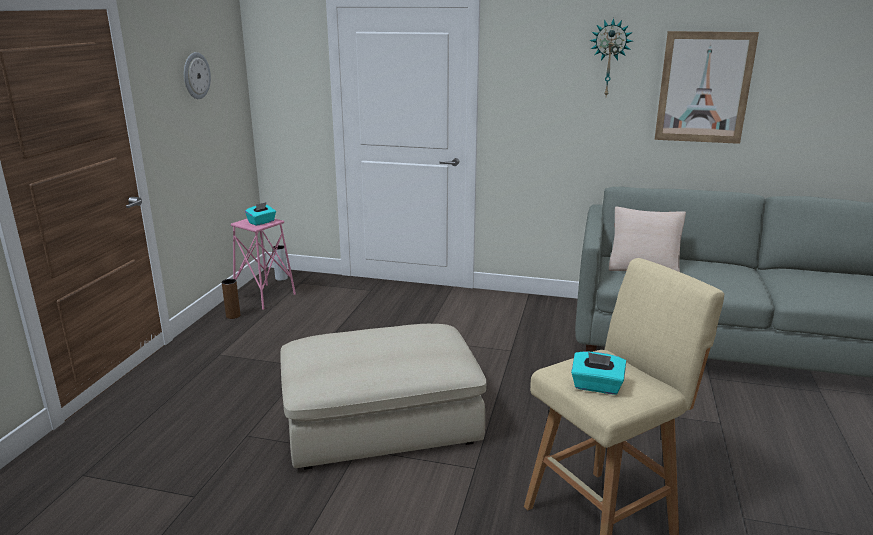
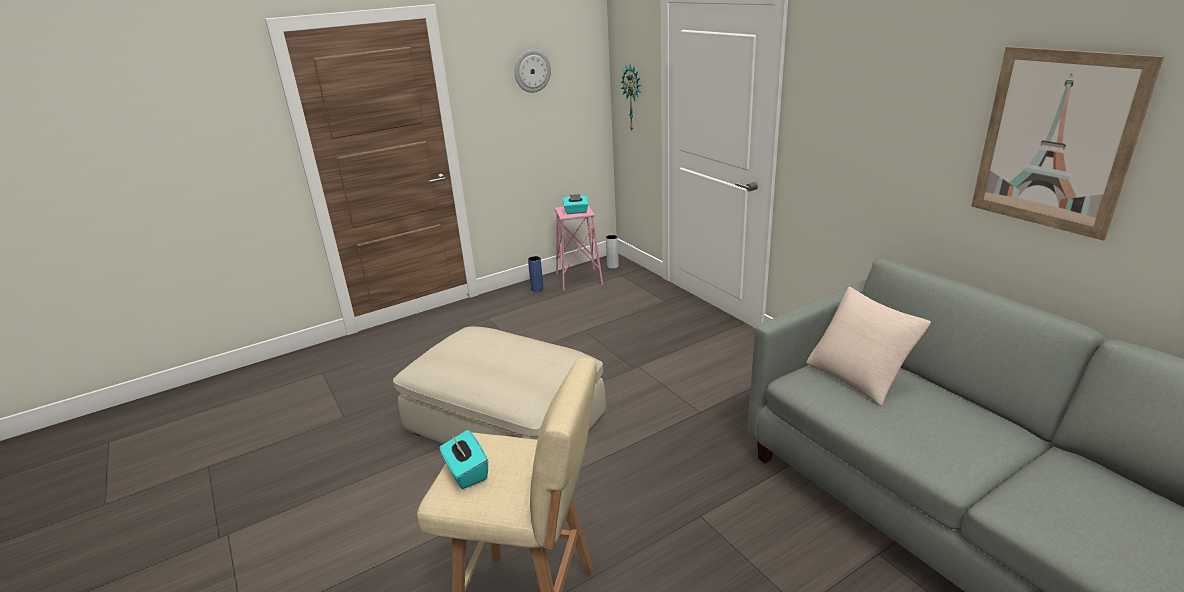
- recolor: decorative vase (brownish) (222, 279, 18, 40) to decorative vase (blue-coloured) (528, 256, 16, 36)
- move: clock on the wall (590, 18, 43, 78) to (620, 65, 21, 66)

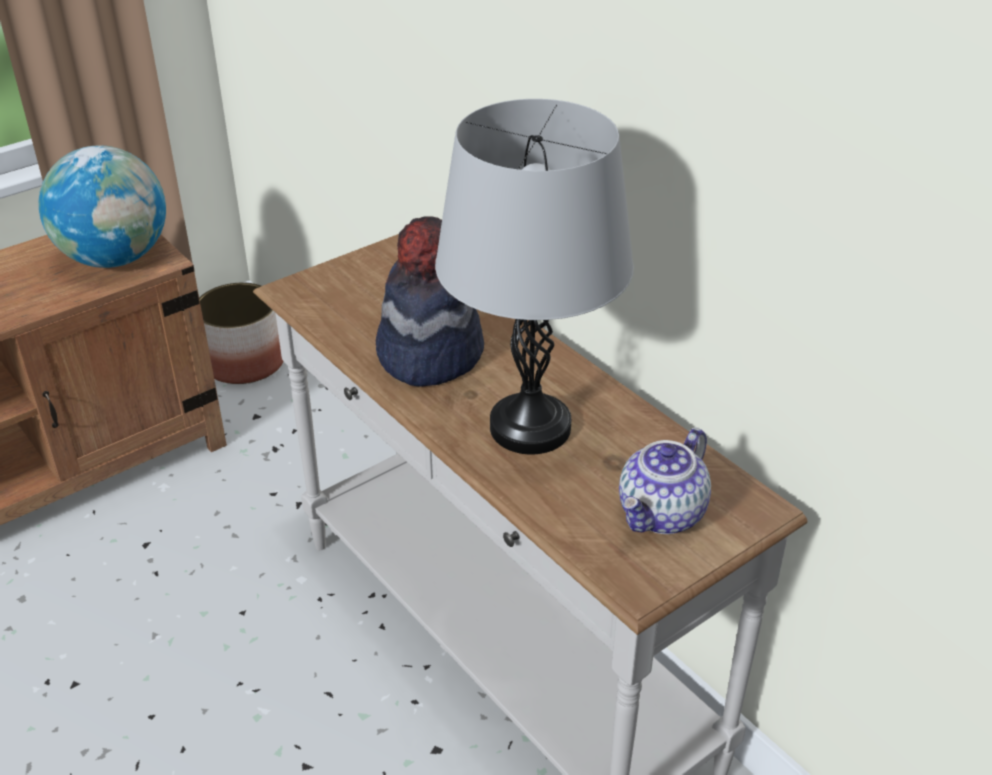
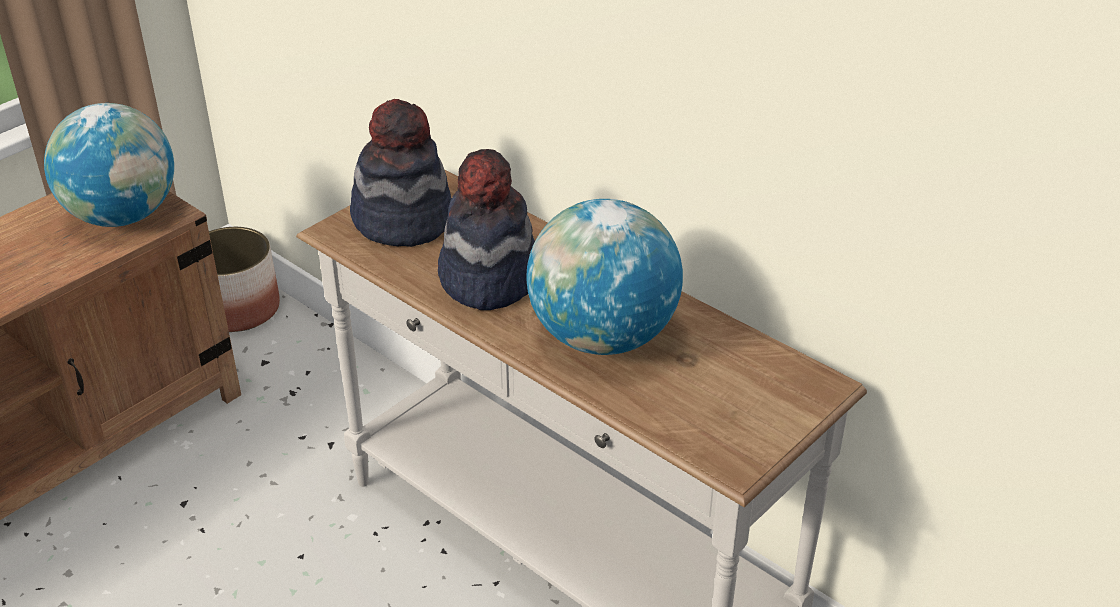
- insert: clothing hat (350, 99, 102, 148)
- replace: lamp for a table (gray) (435, 99, 199, 355) to globe (526, 199, 157, 156)
- delete: teapot (619, 428, 92, 106)

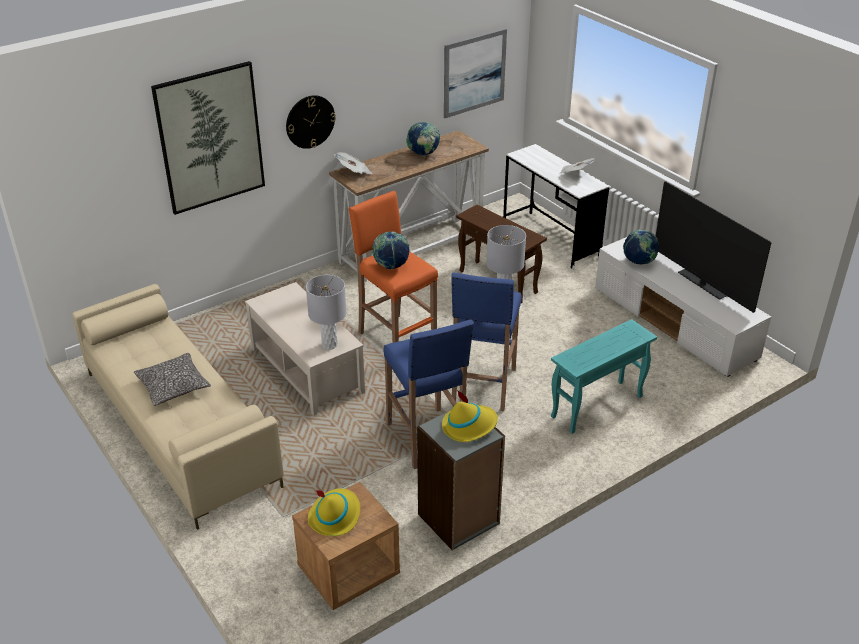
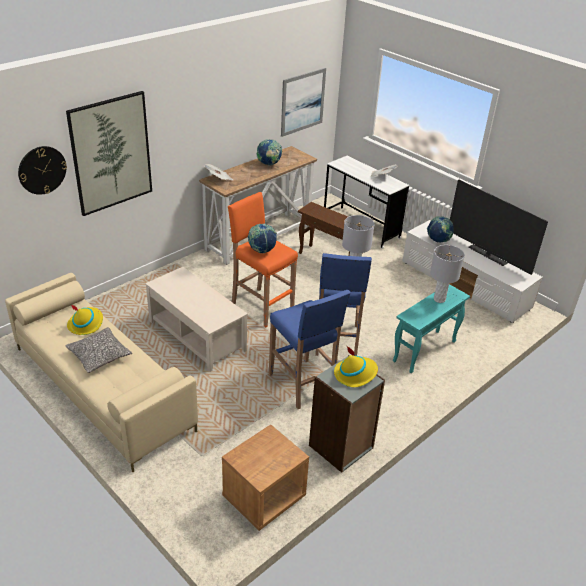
- move: clock on the wall (286, 95, 50, 54) to (18, 146, 49, 49)
- move: clothing hat (yellow) (308, 489, 52, 47) to (67, 305, 36, 30)
- move: lamp for a table (gray) (306, 275, 40, 75) to (430, 245, 35, 58)

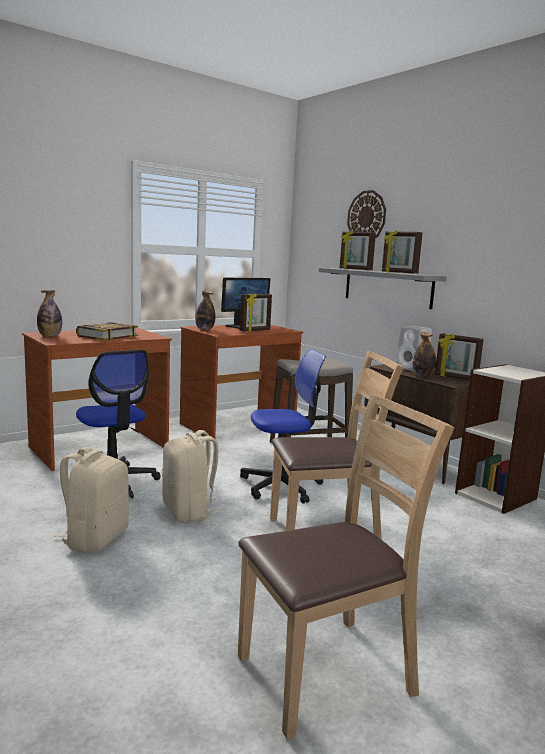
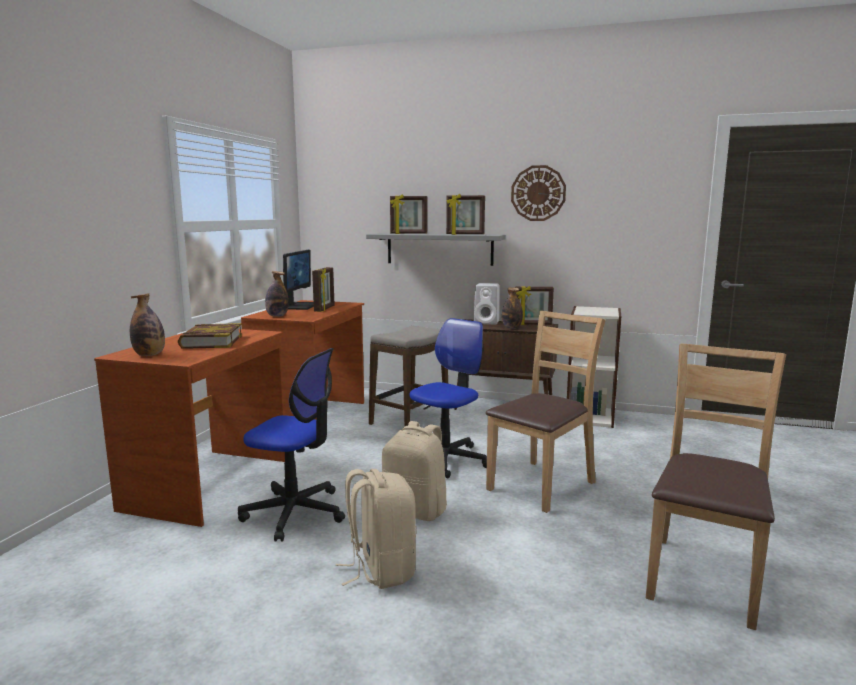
- move: clock on the wall (347, 190, 39, 49) to (511, 165, 55, 56)

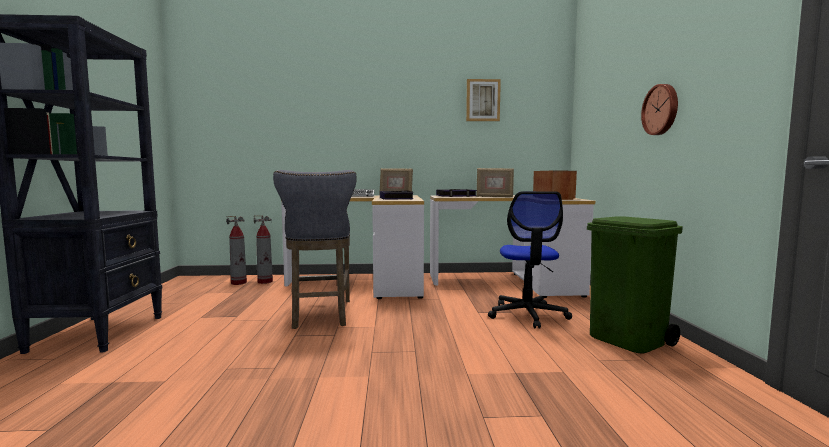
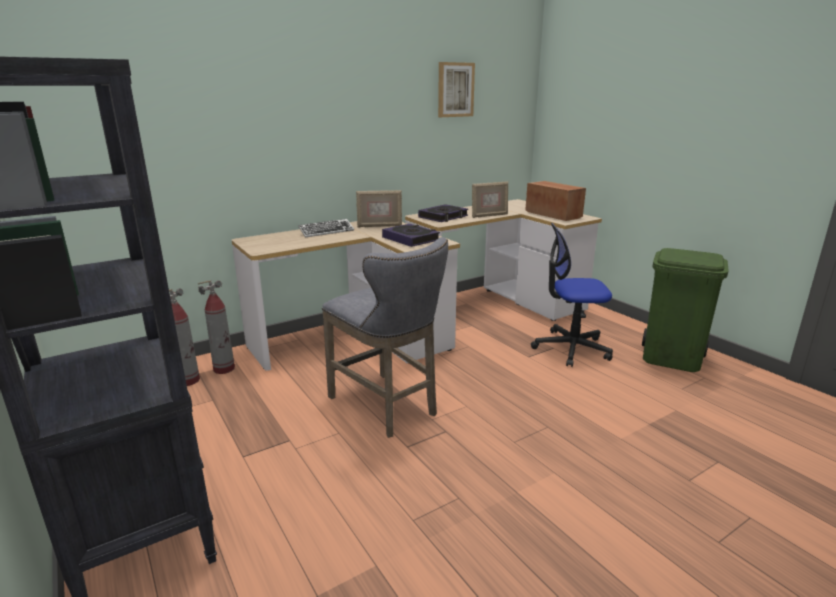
- rotate: desk chair (488, 191, 84, 138) = (531, 223, 82, 144) 120 degrees clockwise
- delete: clock on the wall (641, 84, 37, 51)

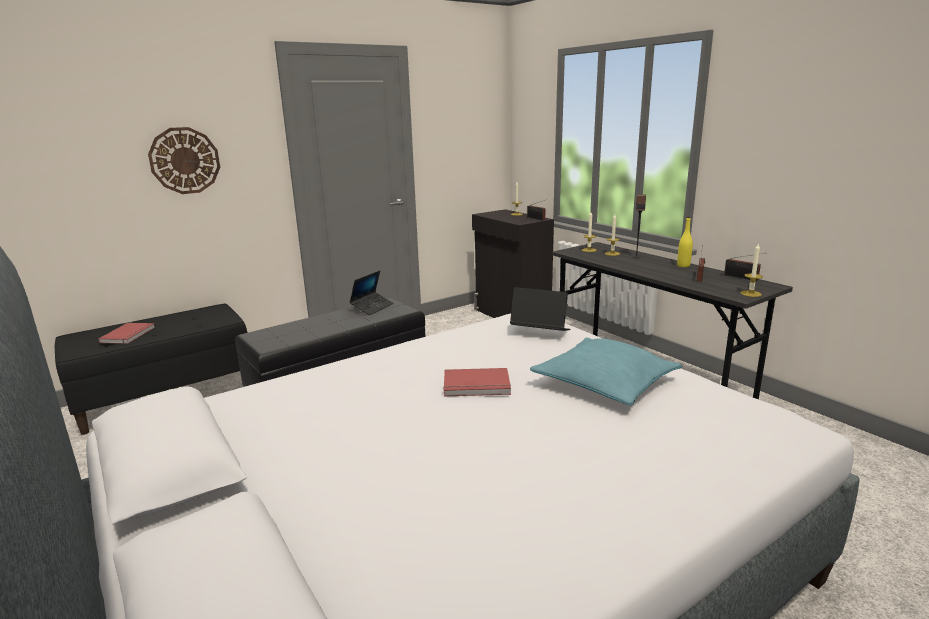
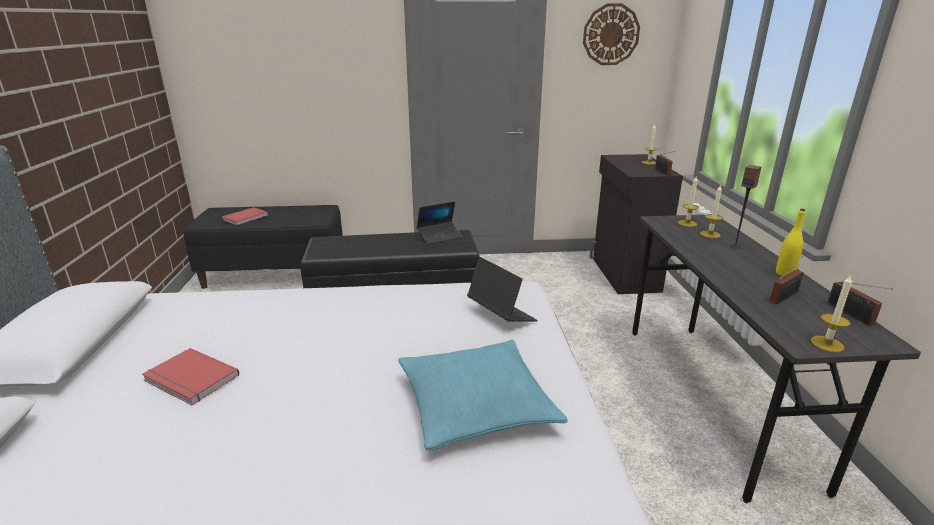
- move: book (reddish) (444, 368, 67, 28) to (142, 348, 97, 57)
- move: clock on the wall (148, 127, 72, 67) to (583, 4, 57, 61)

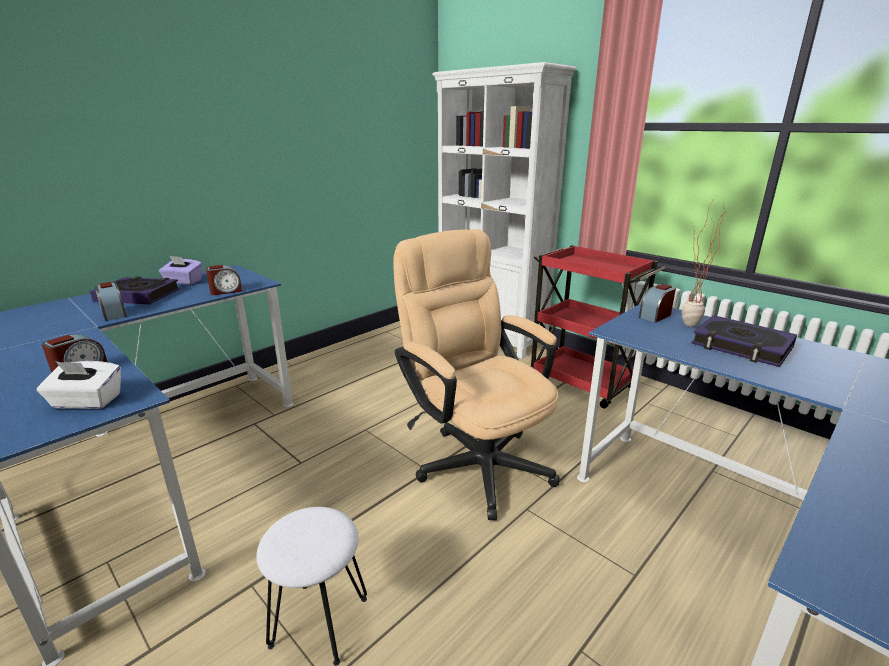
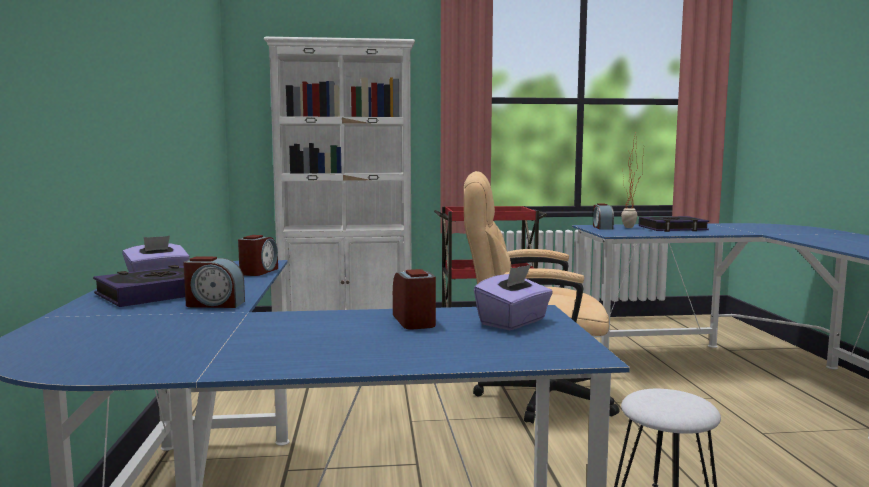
- recolor: tissue box (white) (37, 361, 84, 48) to tissue box (purple-coloured) (474, 264, 79, 66)

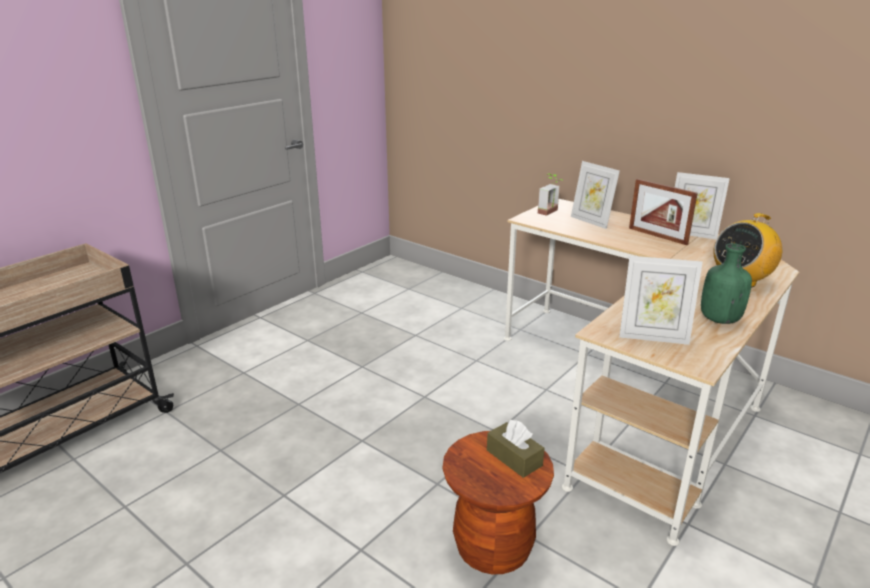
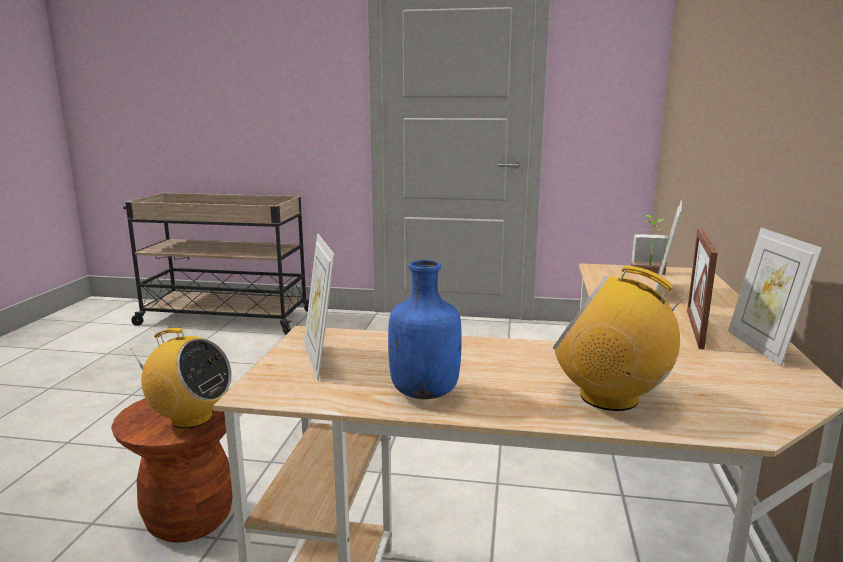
- replace: tissue box (brownish) (487, 420, 58, 58) to radio receiver (130, 328, 102, 100)
- recolor: drink bottle (green-coloured) (701, 243, 51, 81) to drink bottle (blue-coloured) (388, 260, 74, 139)

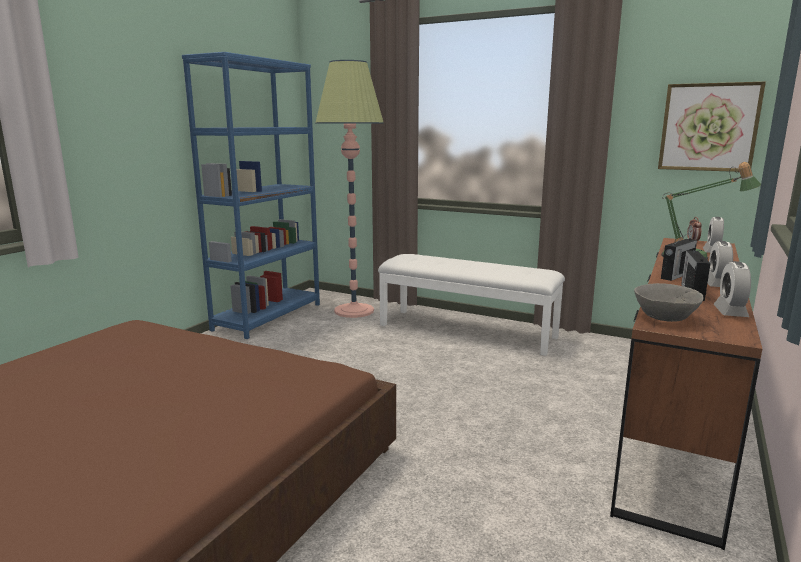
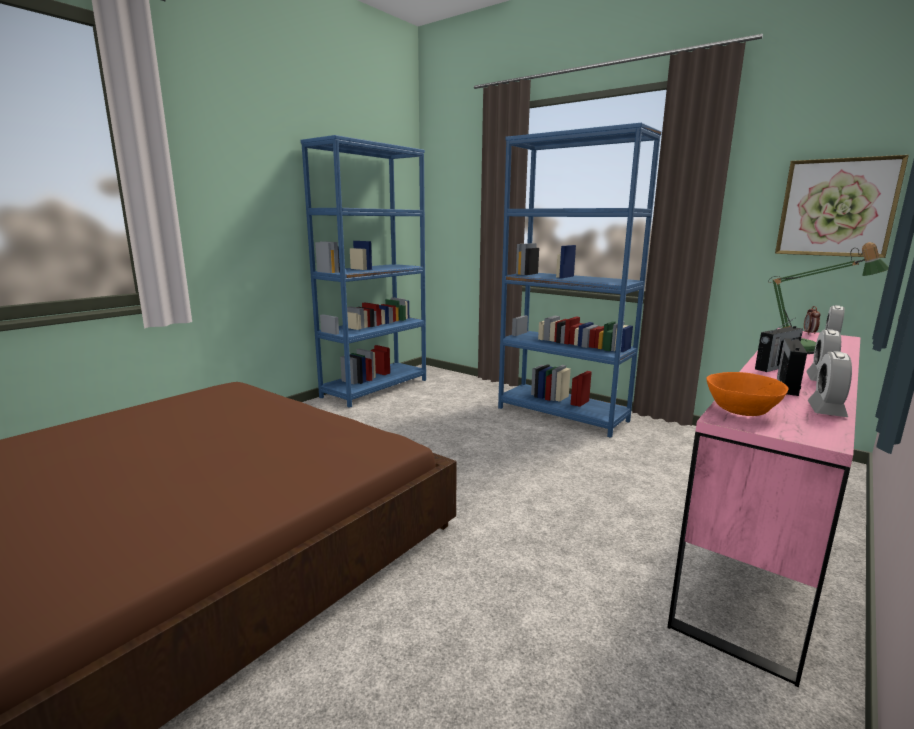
- replace: bench (white) (378, 254, 187, 102) to bookshelf (blue-coloured) (498, 122, 164, 316)
- recolor: dresser (brownish) (610, 238, 152, 312) to dresser (pink) (667, 328, 194, 360)
- recolor: deep dish (gray) (634, 283, 70, 39) to deep dish (orangey) (706, 372, 83, 44)
- delete: floor lamp (315, 60, 69, 258)

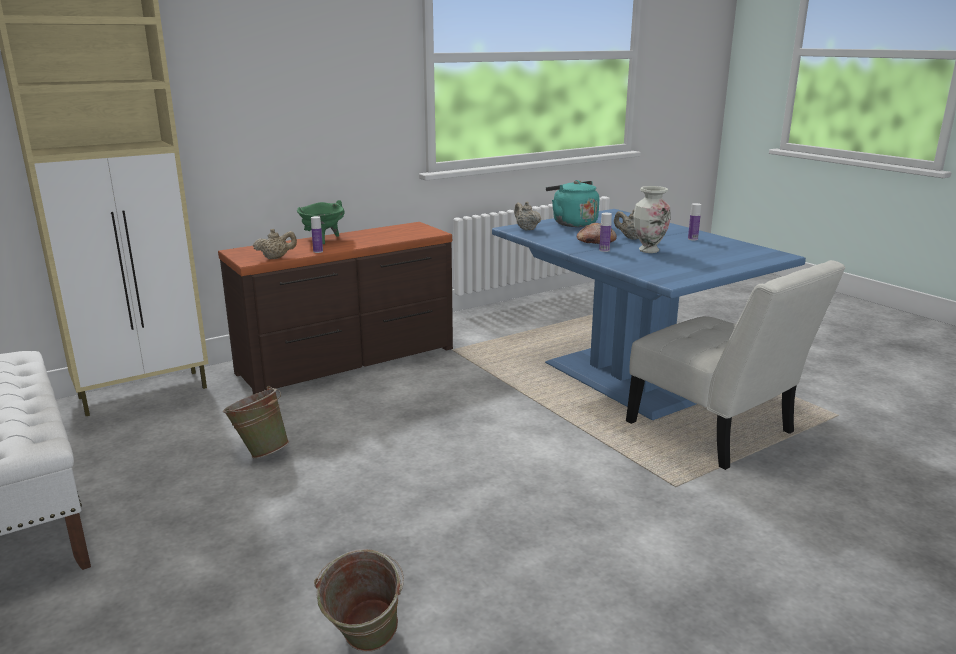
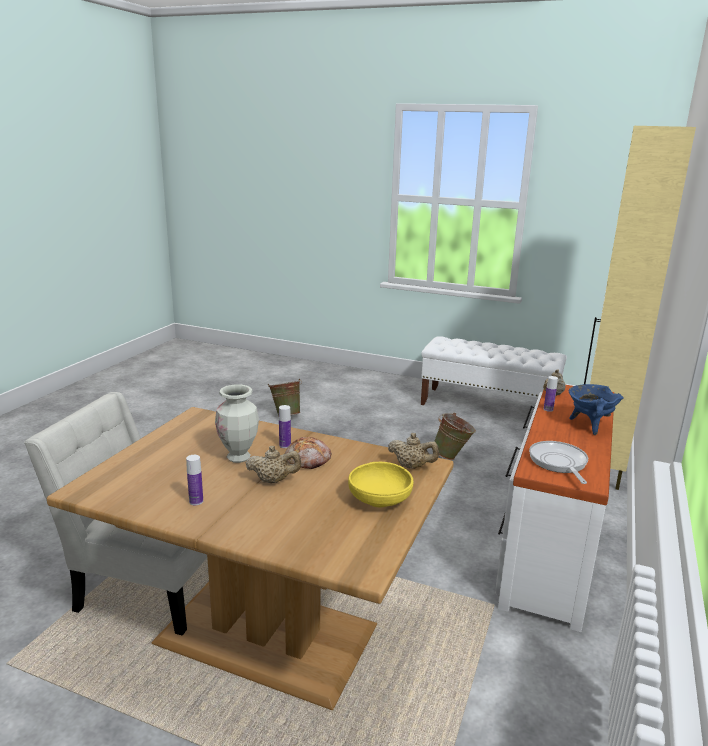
- recolor: dining table (blue-coloured) (492, 209, 314, 211) to dining table (brownish) (47, 407, 407, 303)
- replace: tea kettle (turquoise-coloured) (546, 180, 53, 47) to deep dish (yellow) (348, 462, 65, 45)
- recolor: dresser (brownish) (218, 222, 235, 172) to dresser (white) (495, 385, 119, 247)
- insert: frying pan (529, 441, 59, 43)
- recolor: stockpot (green-coloured) (297, 200, 48, 44) to stockpot (blue-coloured) (569, 384, 55, 51)

